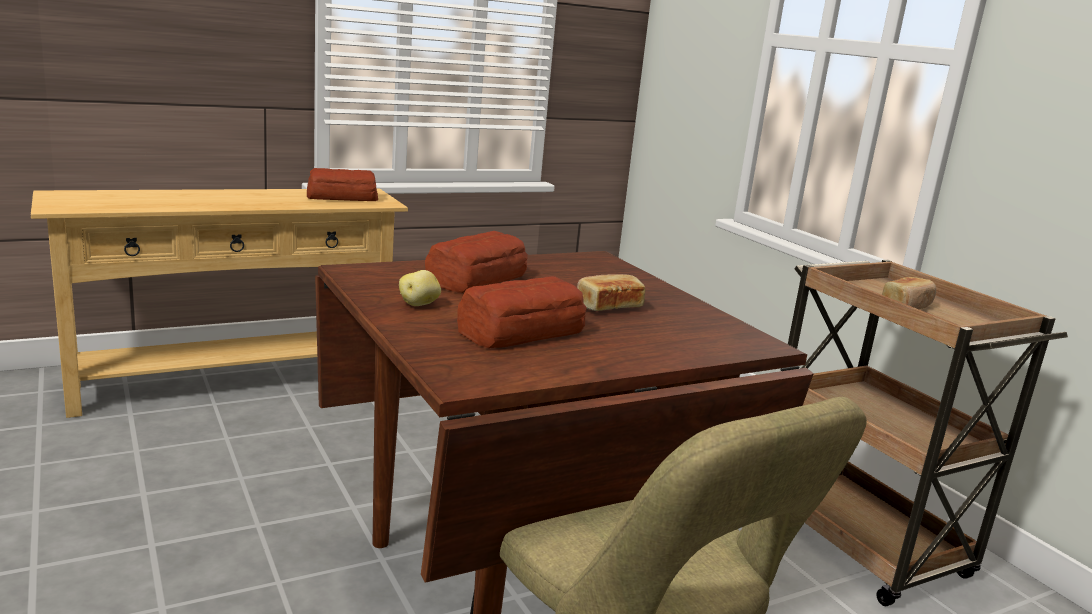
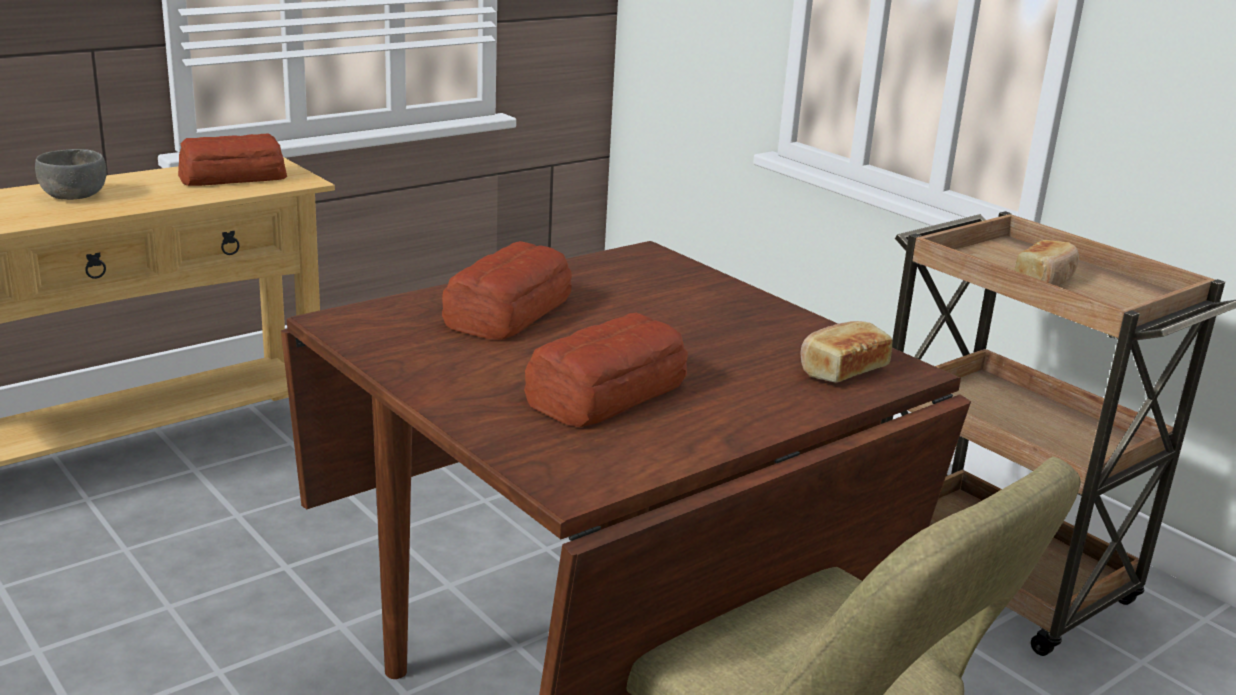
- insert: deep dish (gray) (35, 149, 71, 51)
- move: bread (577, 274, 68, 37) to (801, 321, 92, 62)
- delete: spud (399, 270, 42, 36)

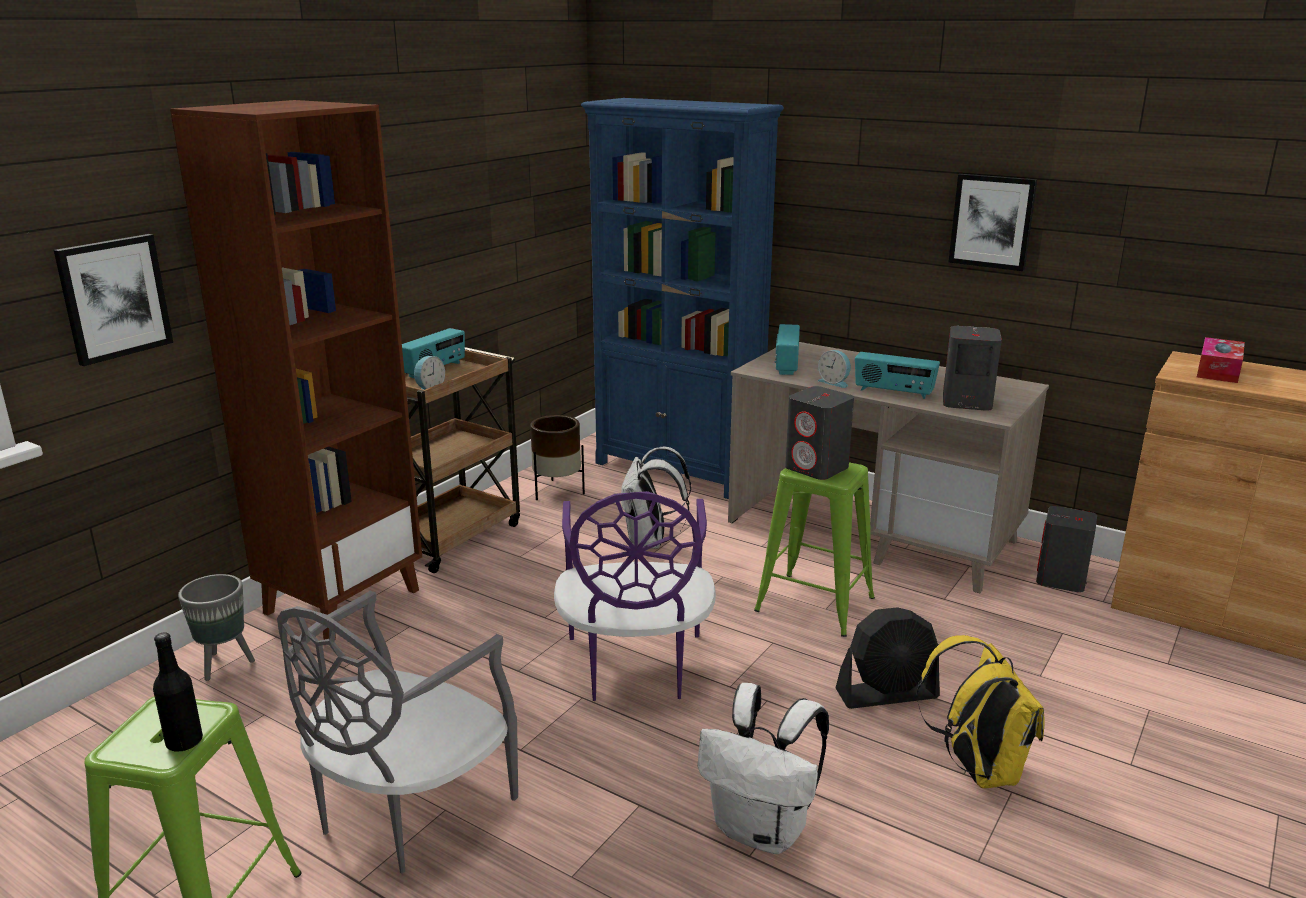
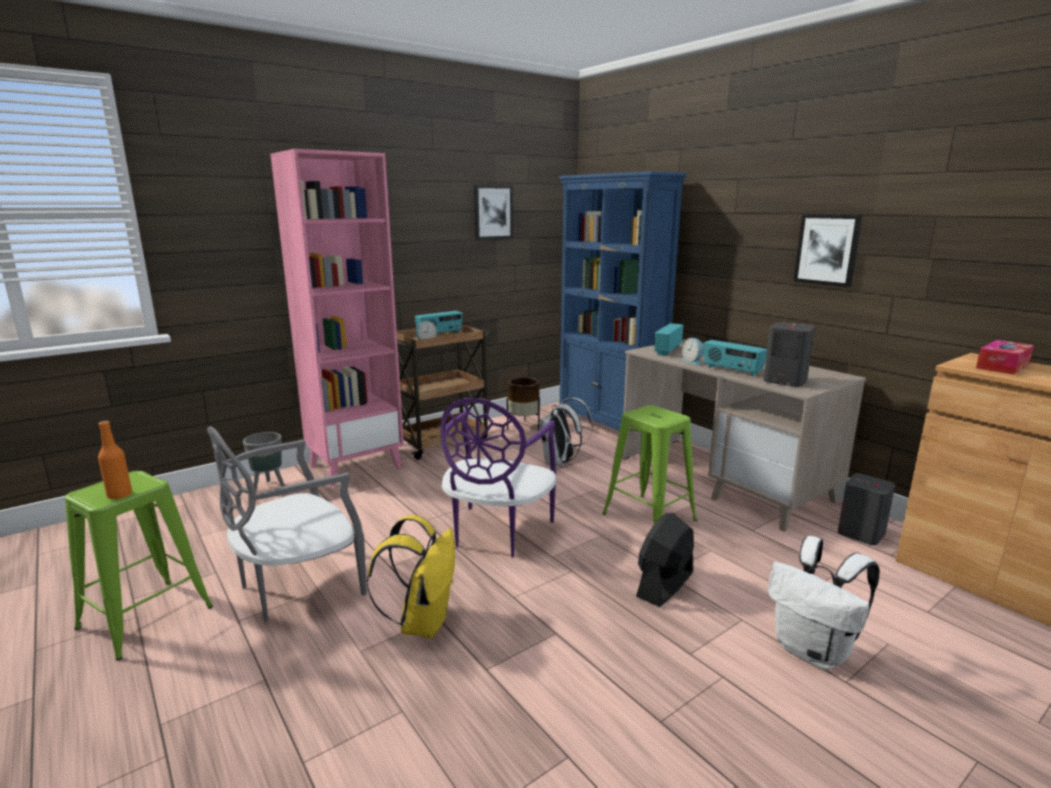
- recolor: drink bottle (black) (153, 632, 50, 120) to drink bottle (orangey) (98, 421, 34, 78)
- recolor: bookshelf (brownish) (170, 100, 252, 540) to bookshelf (pink) (270, 149, 134, 337)
- move: backpack (yellow) (916, 635, 128, 153) to (367, 515, 88, 123)
- move: wall picture (54, 234, 119, 132) to (474, 185, 39, 55)
- rotate: electric fan (black) (836, 607, 104, 102) = (636, 513, 58, 94) 120 degrees clockwise
- move: backpack (white) (697, 683, 132, 171) to (768, 536, 112, 134)
- delete: loudspeaker (gray) (785, 386, 69, 94)

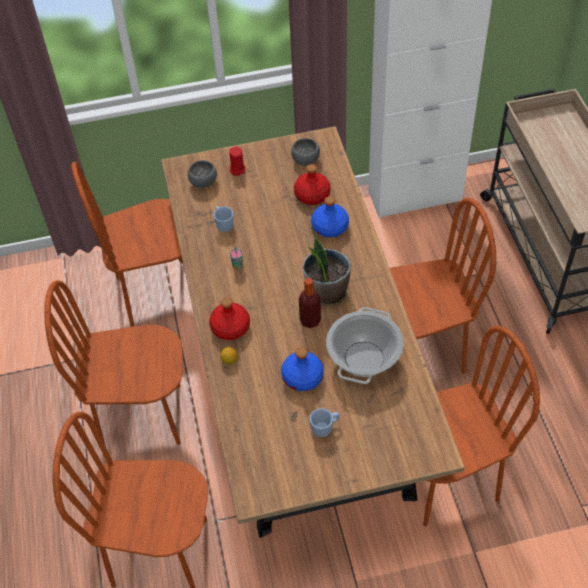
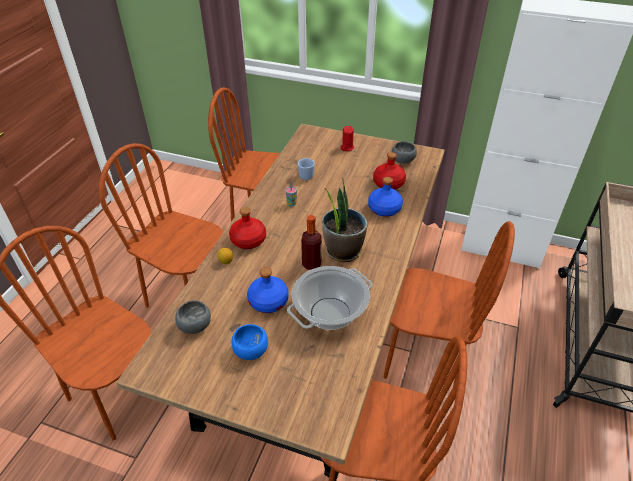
- move: deep dish (gray) (188, 160, 29, 28) to (175, 300, 36, 34)
- replace: tea mug (blue-coloured) (309, 408, 31, 29) to deep dish (blue-coloured) (231, 324, 37, 36)

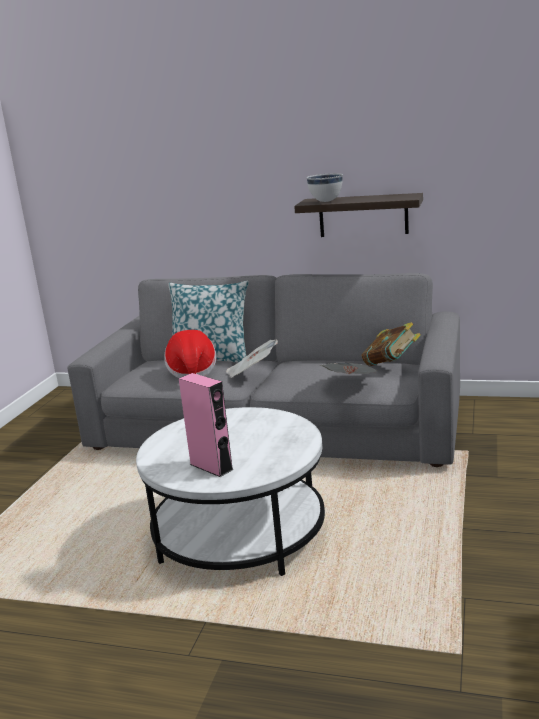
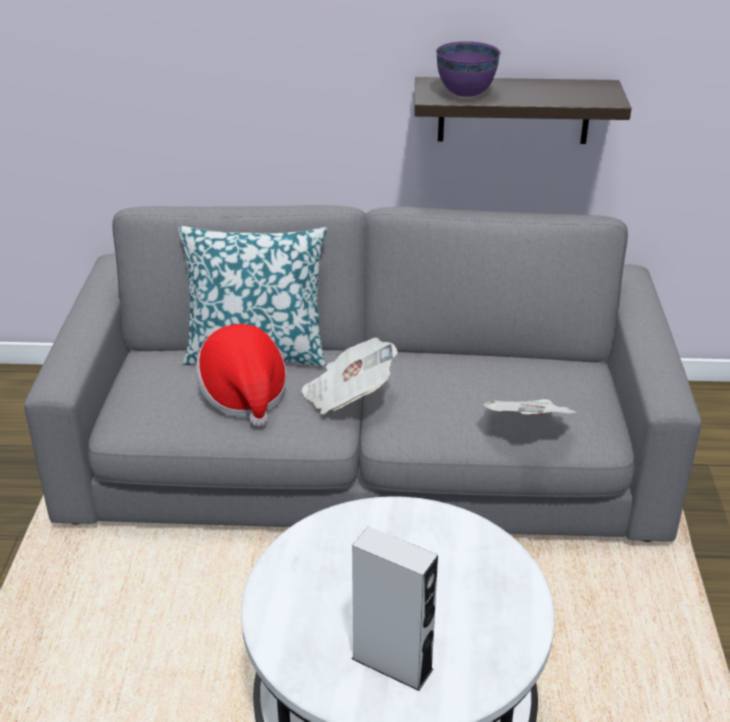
- recolor: loudspeaker (pink) (179, 373, 54, 104) to loudspeaker (gray) (352, 526, 86, 165)
- recolor: deep dish (white) (306, 173, 37, 29) to deep dish (purple-coloured) (436, 41, 65, 56)
- delete: book (362, 322, 59, 44)

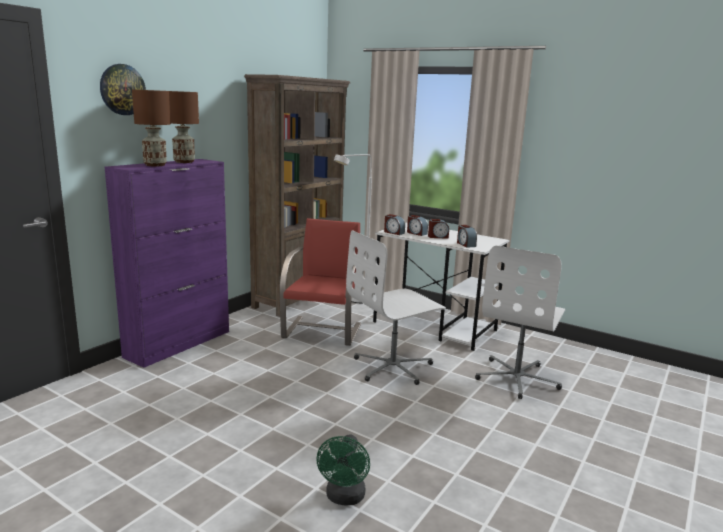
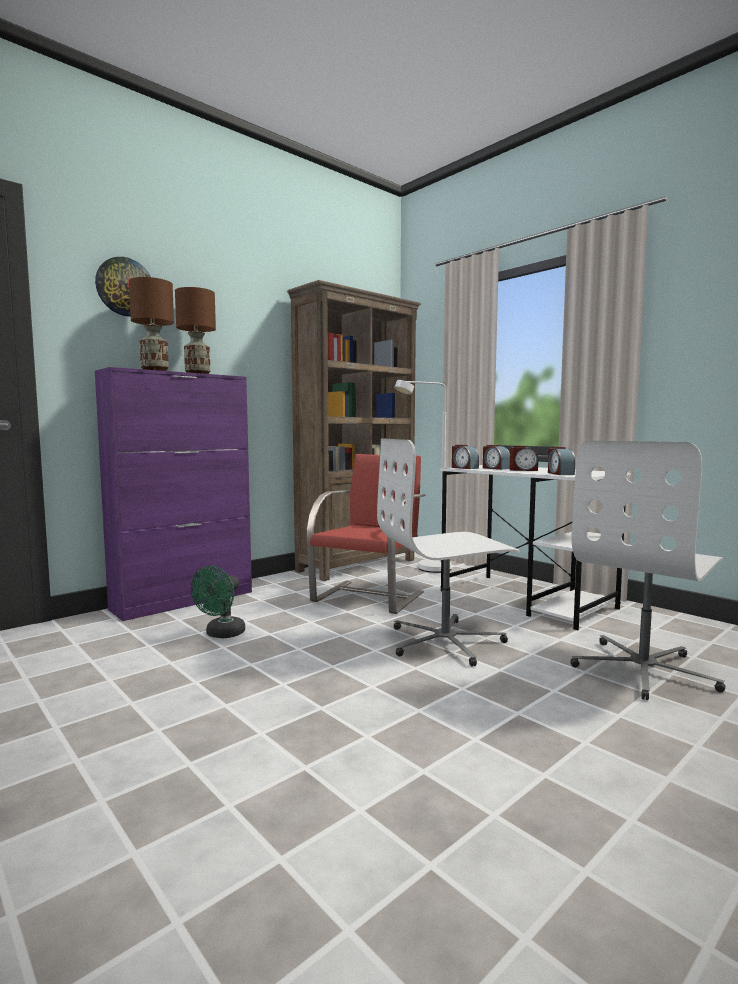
- move: electric fan (green-coloured) (316, 434, 54, 72) to (191, 566, 54, 72)

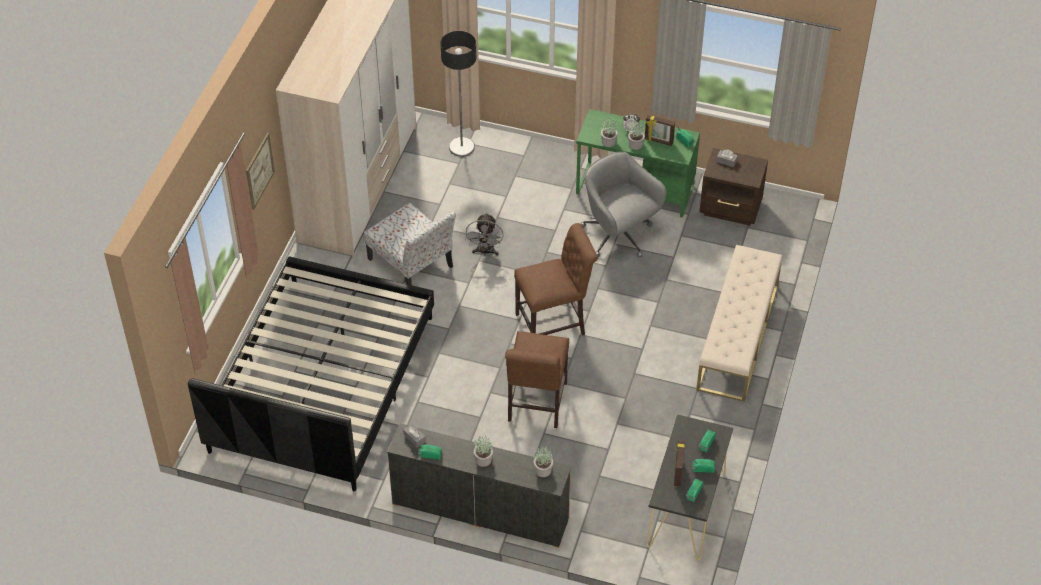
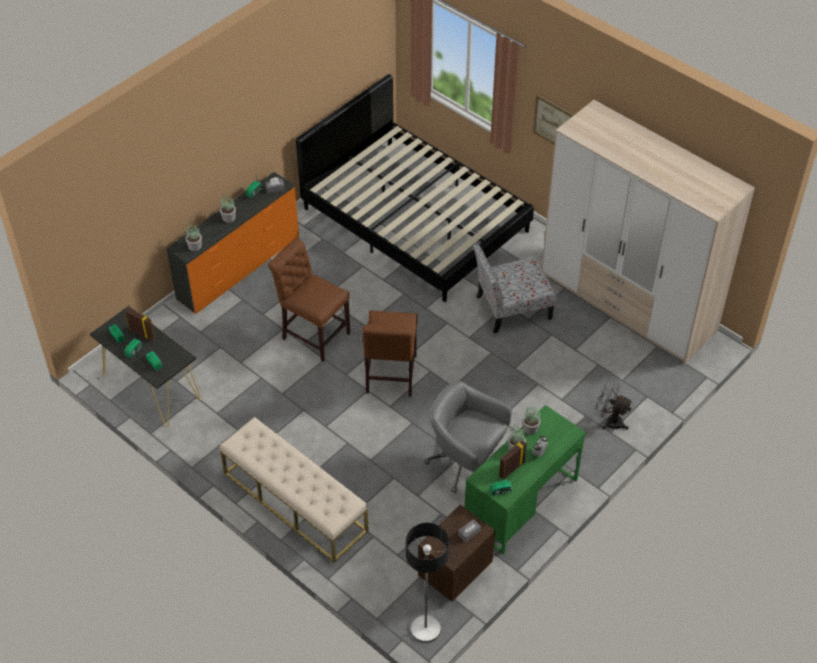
- move: floor lamp (441, 31, 35, 126) to (406, 523, 43, 120)
- rotate: desk chair (gray) (581, 151, 85, 106) = (424, 381, 88, 112) 135 degrees counterclockwise
- move: electric fan (gray) (465, 213, 39, 43) to (594, 380, 38, 50)

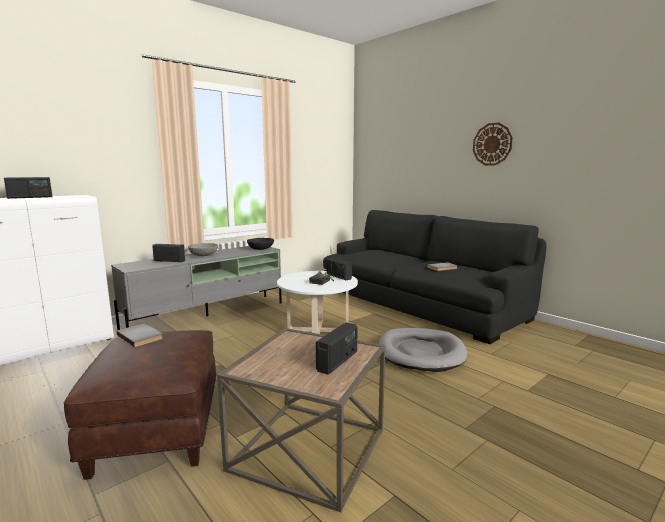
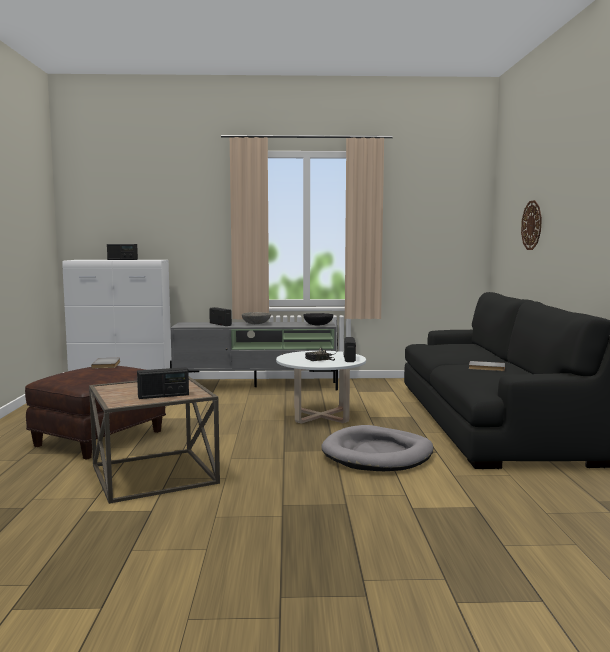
- move: clock on the wall (473, 123, 40, 42) to (521, 200, 21, 50)

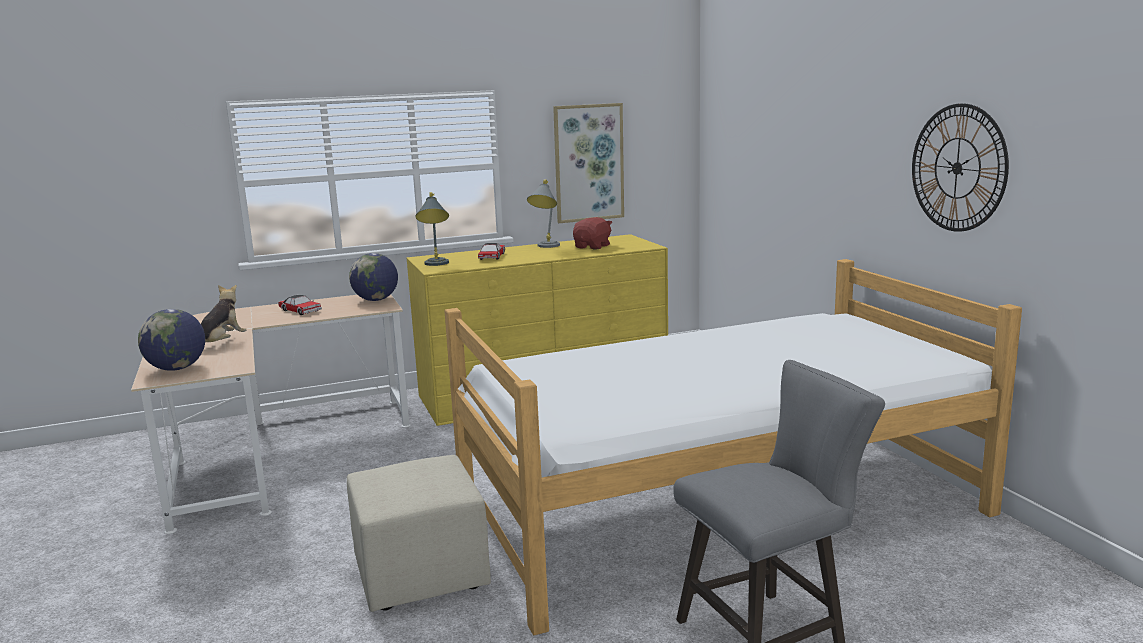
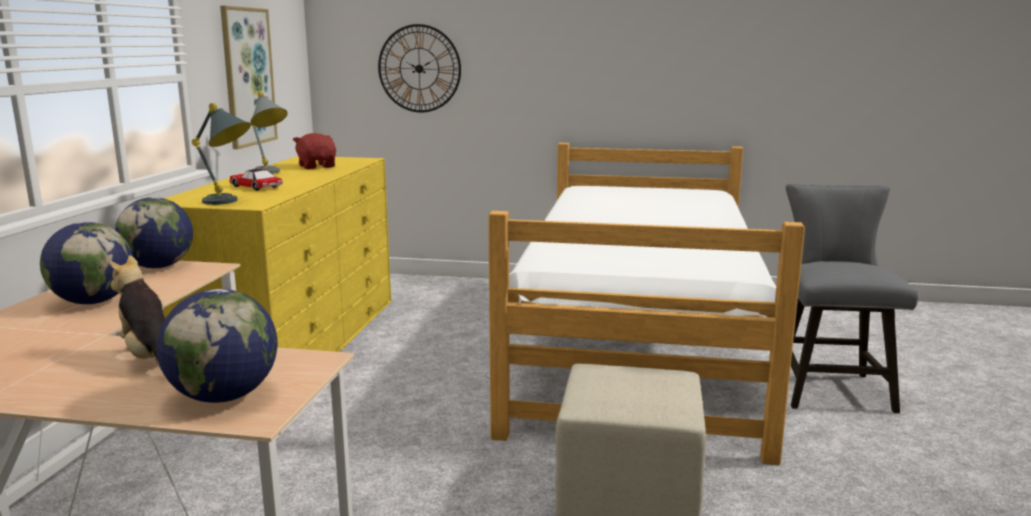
- replace: model car (278, 295, 44, 20) to globe (40, 222, 93, 83)
- move: clock on the wall (912, 103, 97, 129) to (378, 24, 83, 89)

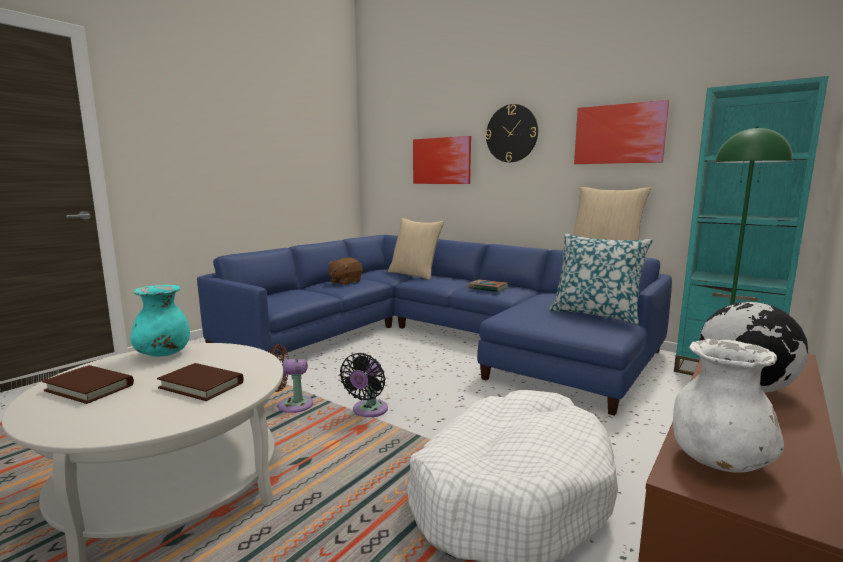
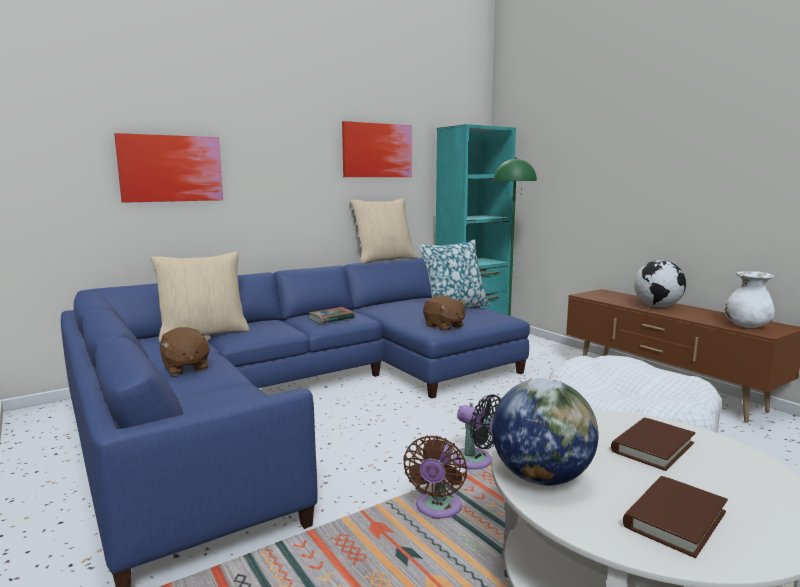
- insert: soft toy (brownish) (423, 295, 43, 36)
- replace: decorative vase (turquoise-coloured) (130, 285, 60, 72) to globe (492, 378, 106, 108)
- delete: clock on the wall (486, 104, 52, 58)

